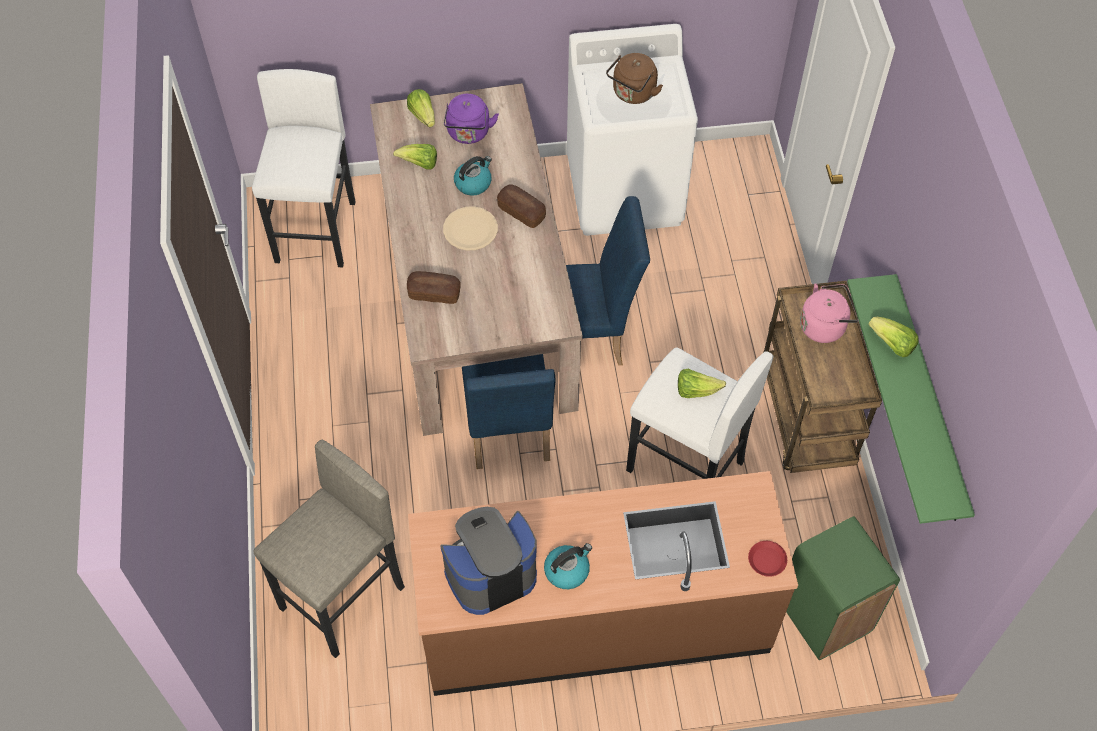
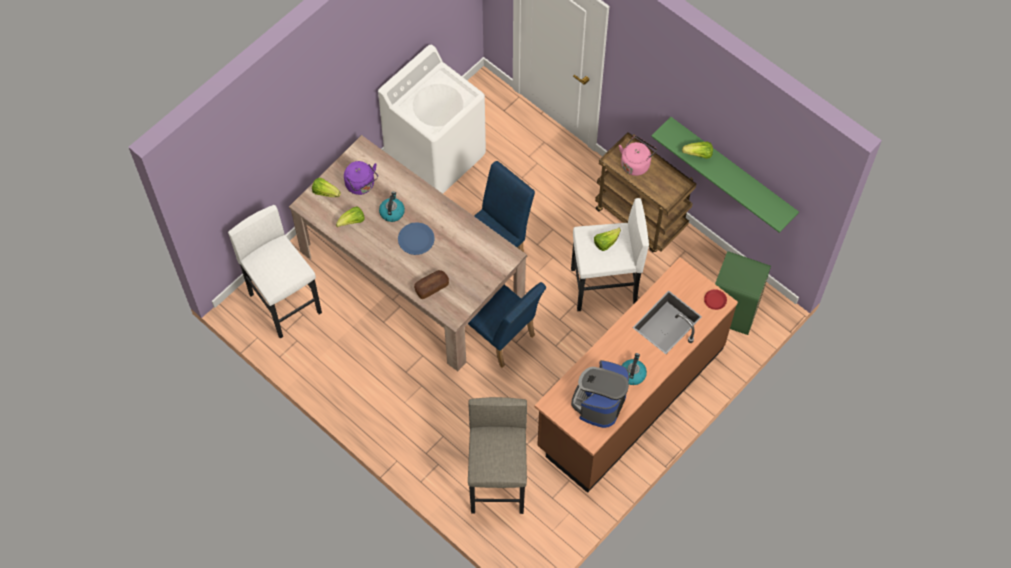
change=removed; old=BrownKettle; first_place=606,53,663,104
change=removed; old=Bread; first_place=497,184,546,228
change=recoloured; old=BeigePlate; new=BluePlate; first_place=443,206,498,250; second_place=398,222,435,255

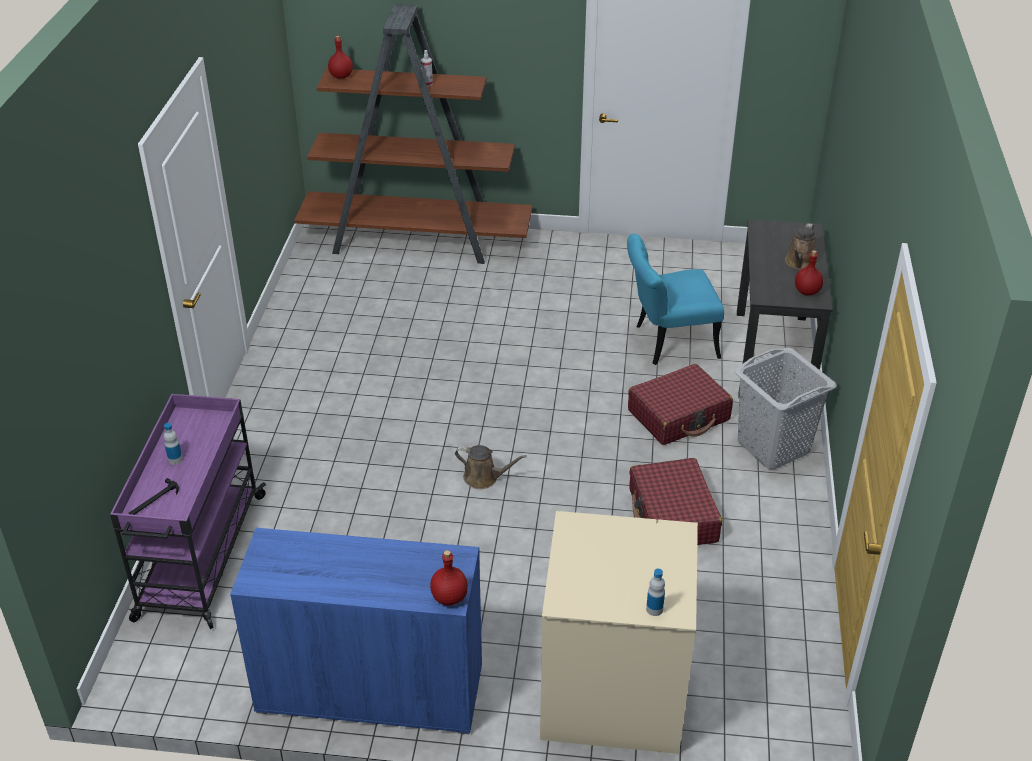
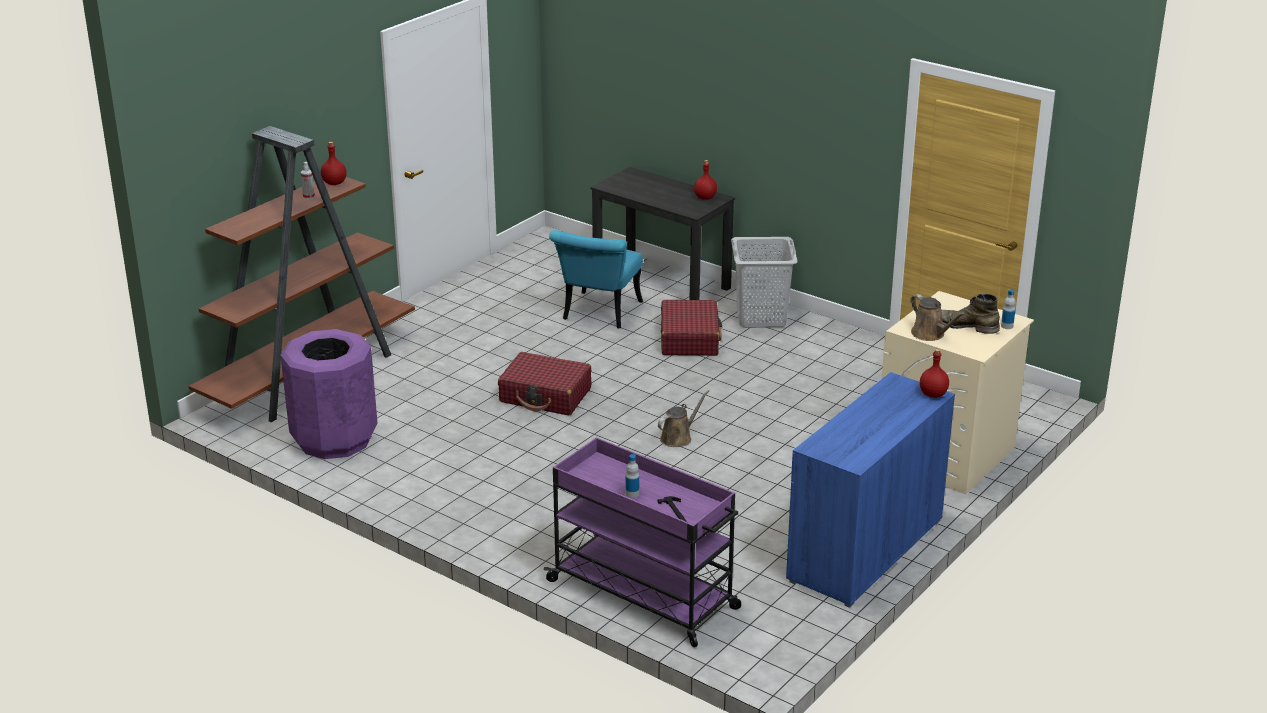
change=moved; old=RedBottle; first_place=328,36,353,79; second_place=321,142,347,185
change=moved; old=BrownWateringCan; first_place=785,223,818,270; second_place=910,294,966,341
change=moved; old=RedSuitcase; first_place=629,458,722,545; second_place=498,352,592,415
change=added; new=GreenBoot; second_place=941,294,1000,334
change=added; new=PurpleTrashCan; second_place=281,329,377,459

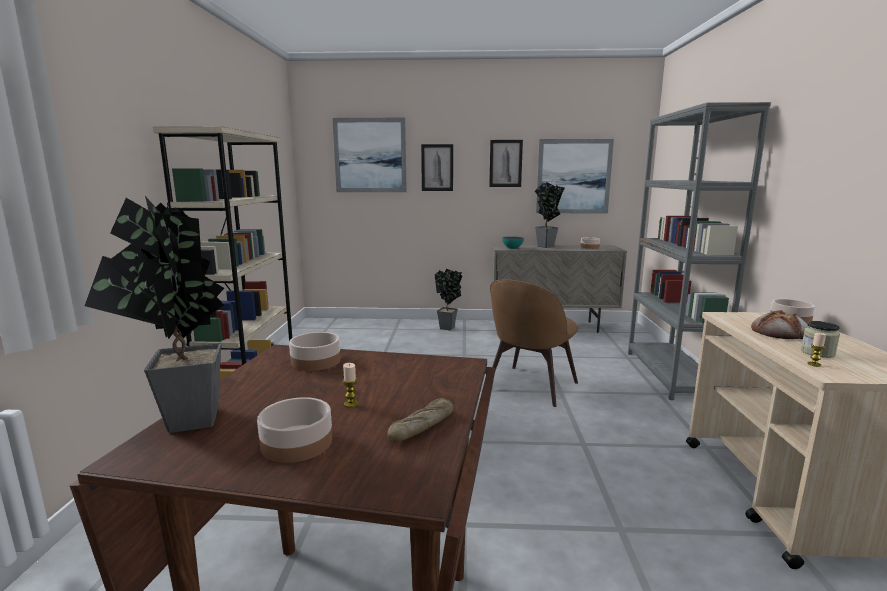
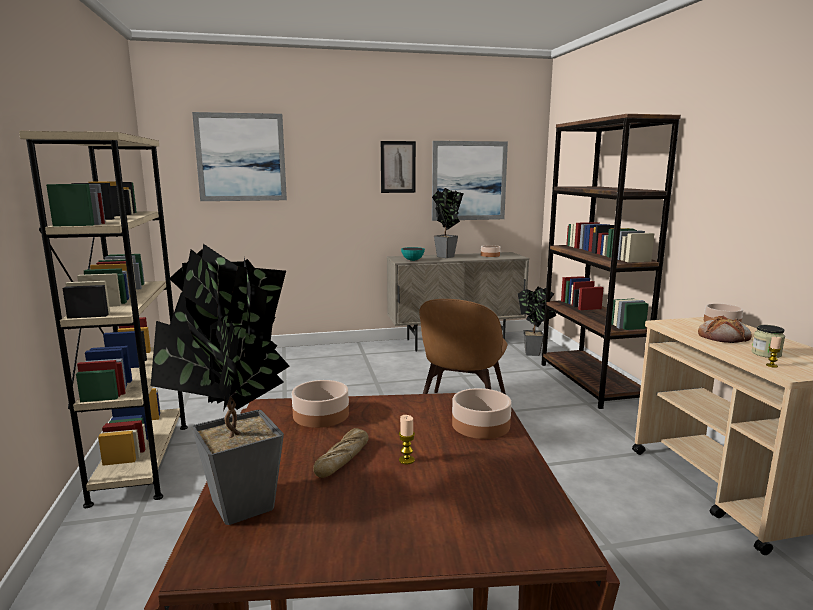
change=recoloured; old=GreyBookcase; new=BrownBookcase; first_place=628,102,771,400; second_place=541,114,681,409
change=removed; old=Picture; first_place=421,144,453,191
change=moved; old=PottedPlant; first_place=434,269,462,330; second_place=518,287,556,356
change=moved; old=Bowl; first_place=257,397,332,463; second_place=452,388,512,439
change=moved; old=Bread; first_place=387,398,454,442; second_place=313,428,369,478

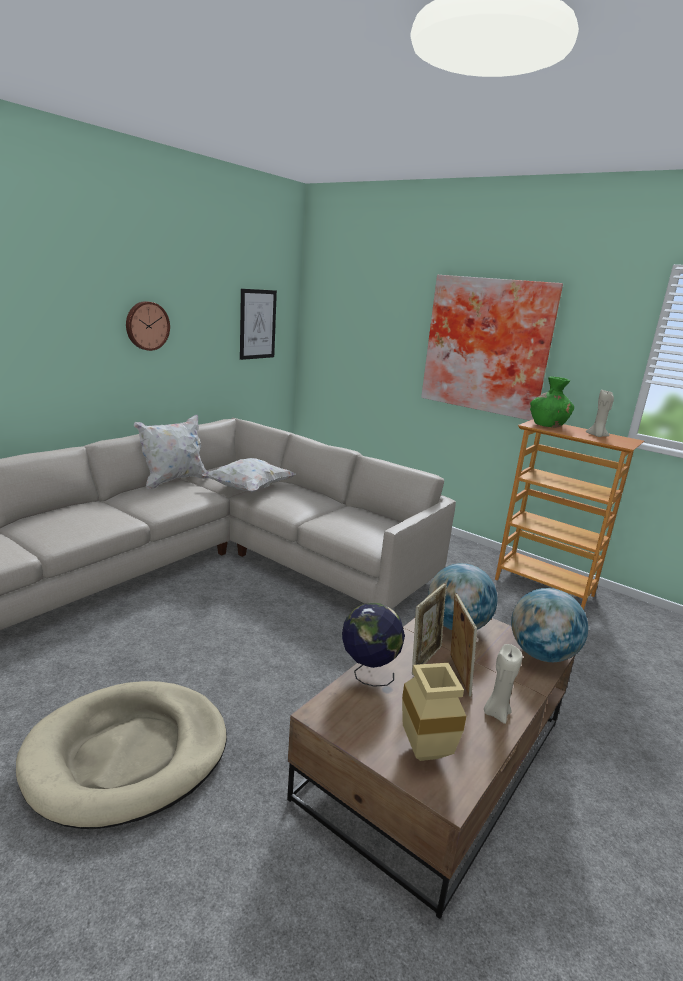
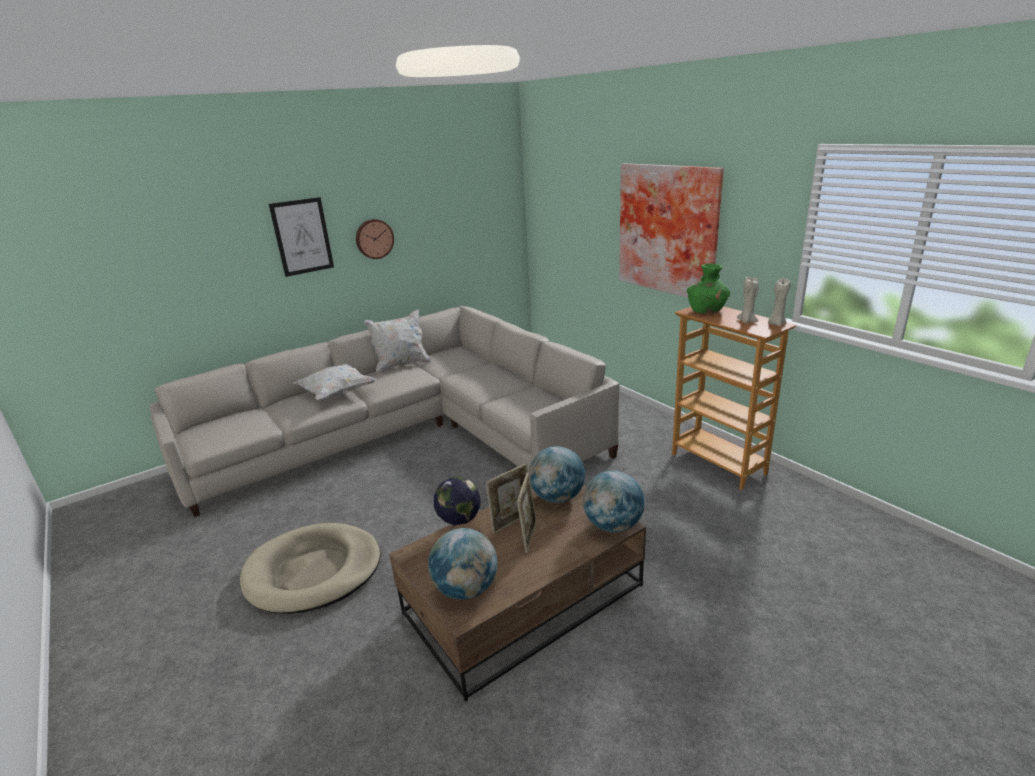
change=moved; old=Picture; first_place=240,289,277,360; second_place=269,197,334,277
change=moved; old=WhitePillow; first_place=202,458,296,492; second_place=293,364,376,400
change=moved; old=BeigeCandle; first_place=484,644,523,724; second_place=768,278,791,326
change=replaced; old=BeigeVase; new=Globe; first_place=402,663,466,761; second_place=428,528,497,600

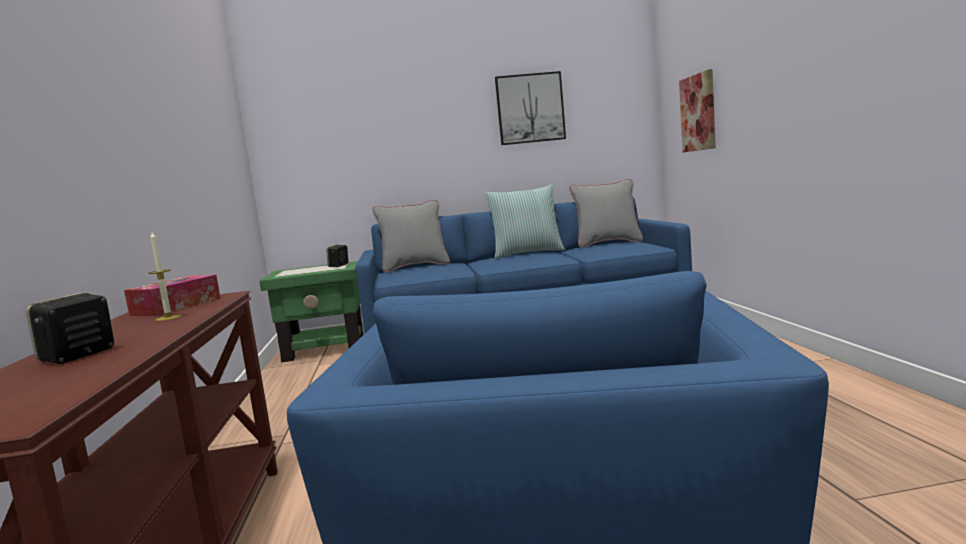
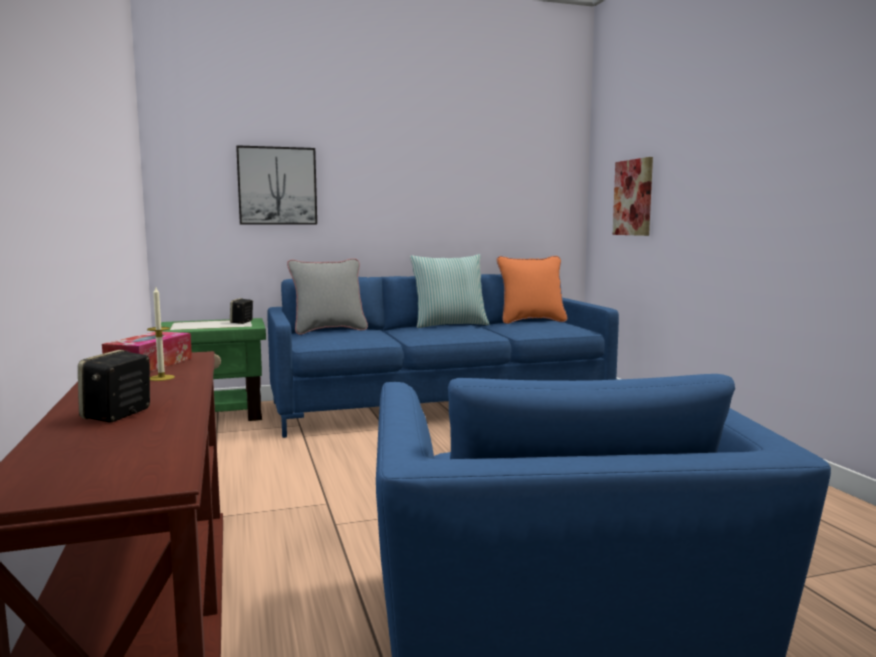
change=moved; old=Picture; first_place=495,71,566,145; second_place=236,145,317,225
change=recoloured; old=GreyPillow; new=OrangePillow; first_place=569,179,643,248; second_place=497,256,567,324

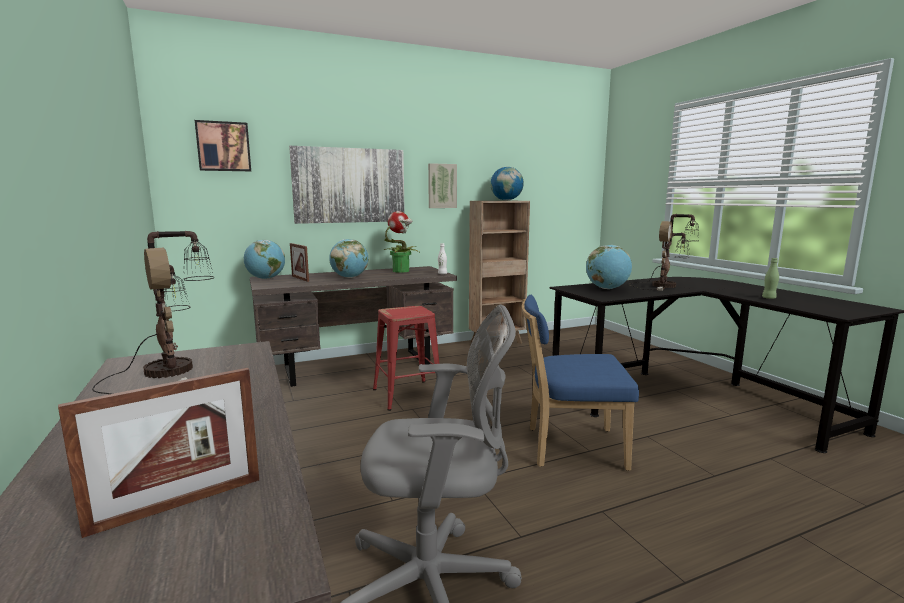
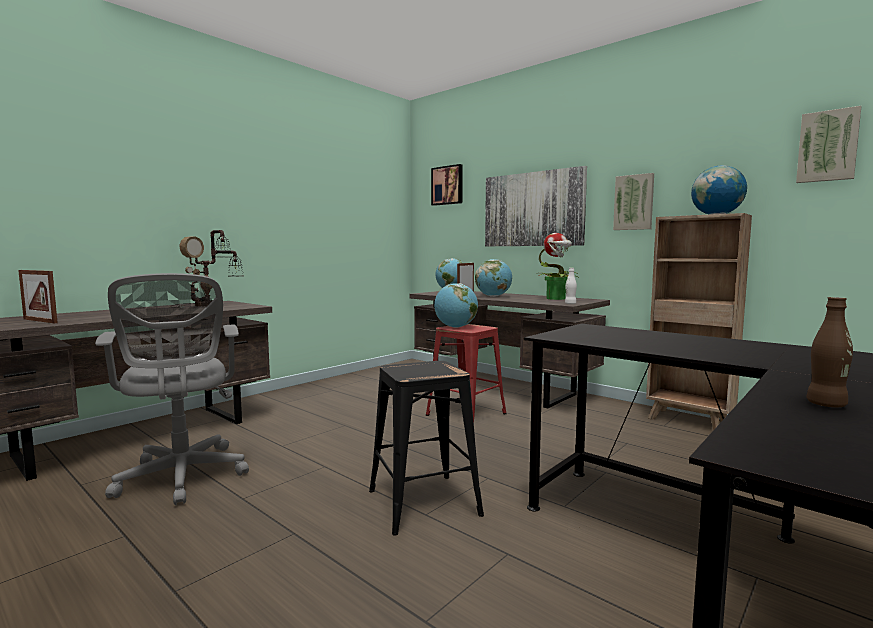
change=removed; old=TableLamp; first_place=628,214,699,291
change=moved; old=Globe; first_place=586,245,632,289; second_place=434,283,478,328
change=recoloured; old=GreenBottle; new=BrownBottle; first_place=762,258,779,299; second_place=806,297,853,407
change=replaced; old=BlueChair; new=BlackStool; first_place=522,295,639,471; second_place=369,361,484,536
change=added; new=Picture; second_place=796,106,861,183

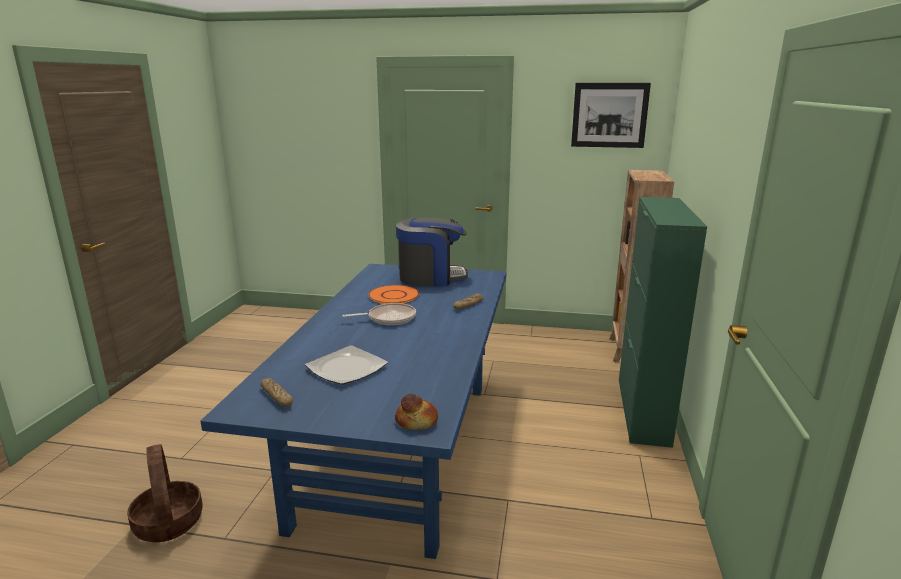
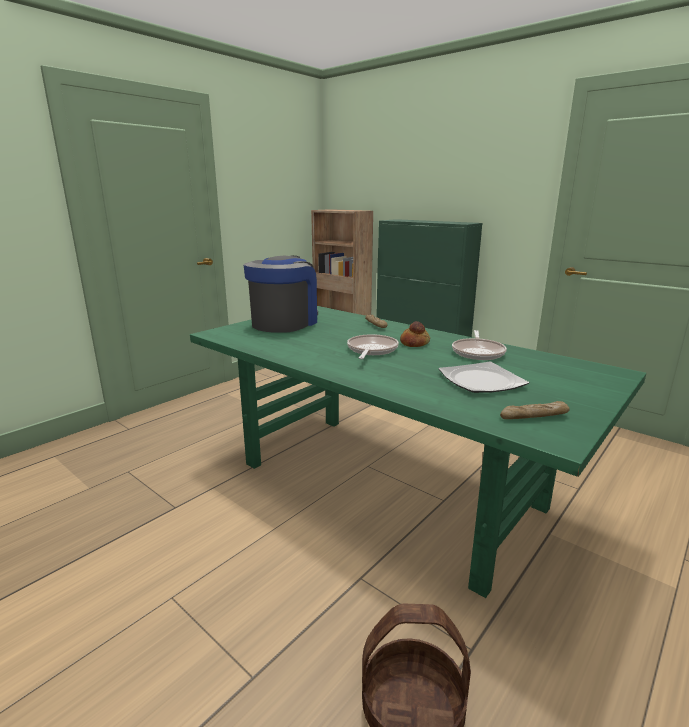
change=removed; old=Picture; first_place=571,83,651,148
change=recoloured; old=BlueDiningTable; new=GreenDiningTable; first_place=200,264,506,559; second_place=190,306,646,598
change=removed; old=OrangePlate; first_place=368,285,420,304
change=moved; old=Bread; first_place=395,394,438,430; second_place=400,321,430,347
change=added; new=FryingPan; second_place=452,330,507,360

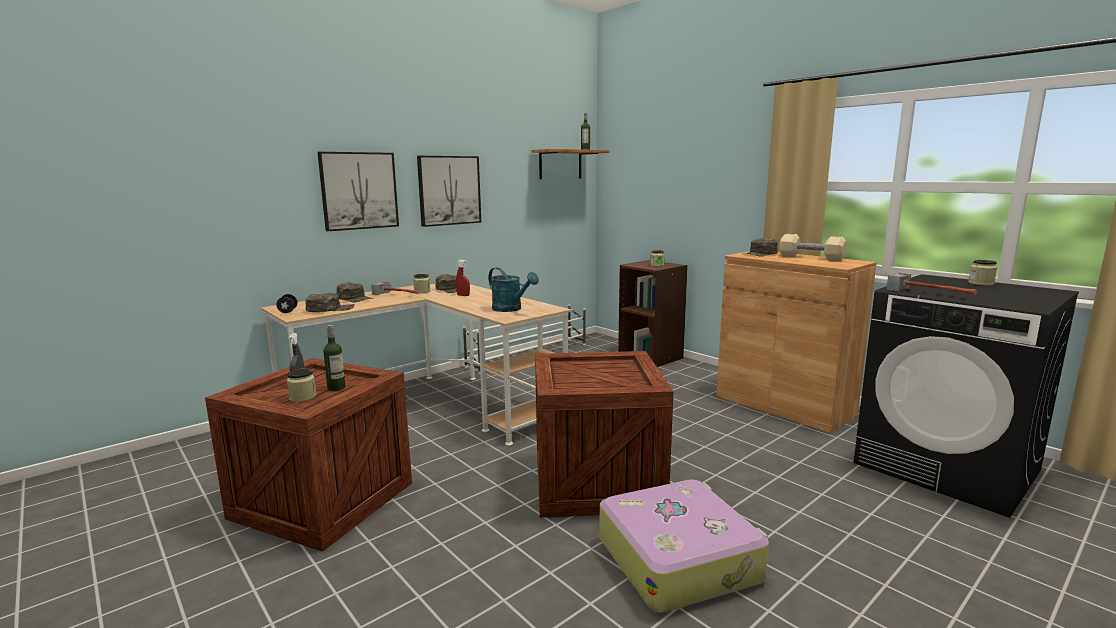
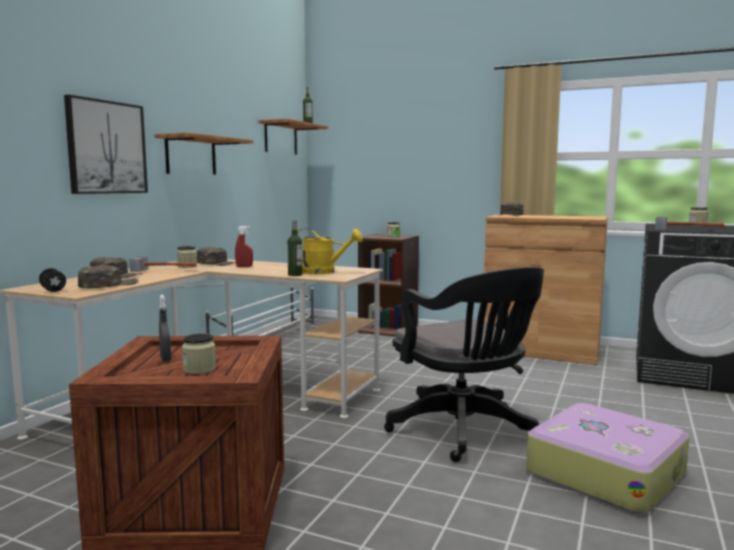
change=replaced; old=Picture; new=Shelf; first_place=417,156,481,227; second_place=154,133,254,175
change=removed; old=BeigeDumbbell; first_place=779,234,847,260
change=recoloured; old=TurquoiseWateringCan; new=YellowWateringCan; first_place=489,267,539,312; second_place=297,228,363,274
change=moved; old=Bottle; first_place=323,325,345,391; second_place=287,220,303,276
change=replaced; old=Crate; new=BlackOfficeChair; first_place=535,351,673,518; second_place=384,267,544,462

